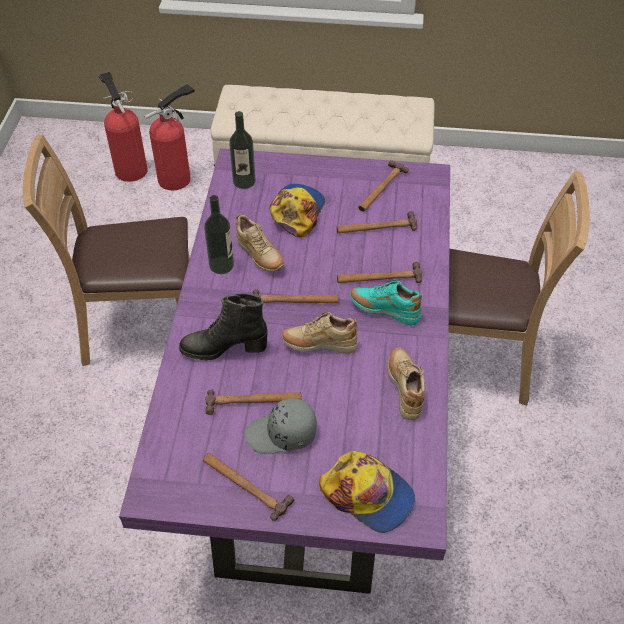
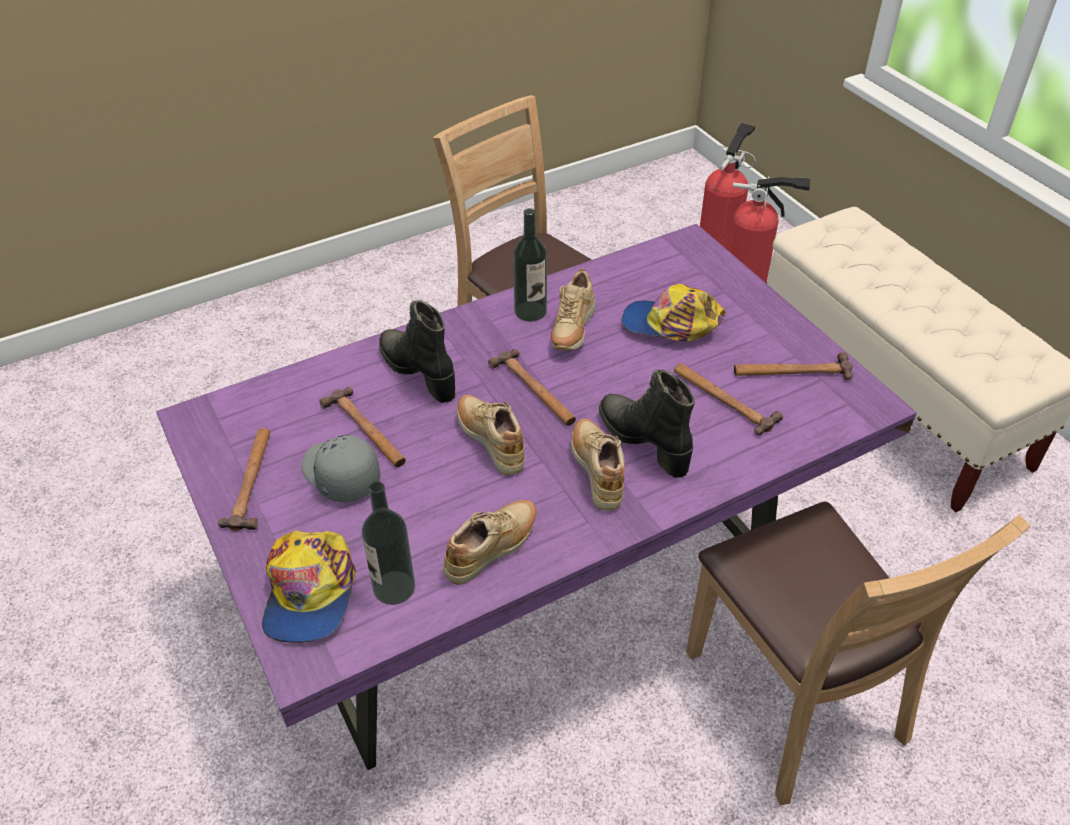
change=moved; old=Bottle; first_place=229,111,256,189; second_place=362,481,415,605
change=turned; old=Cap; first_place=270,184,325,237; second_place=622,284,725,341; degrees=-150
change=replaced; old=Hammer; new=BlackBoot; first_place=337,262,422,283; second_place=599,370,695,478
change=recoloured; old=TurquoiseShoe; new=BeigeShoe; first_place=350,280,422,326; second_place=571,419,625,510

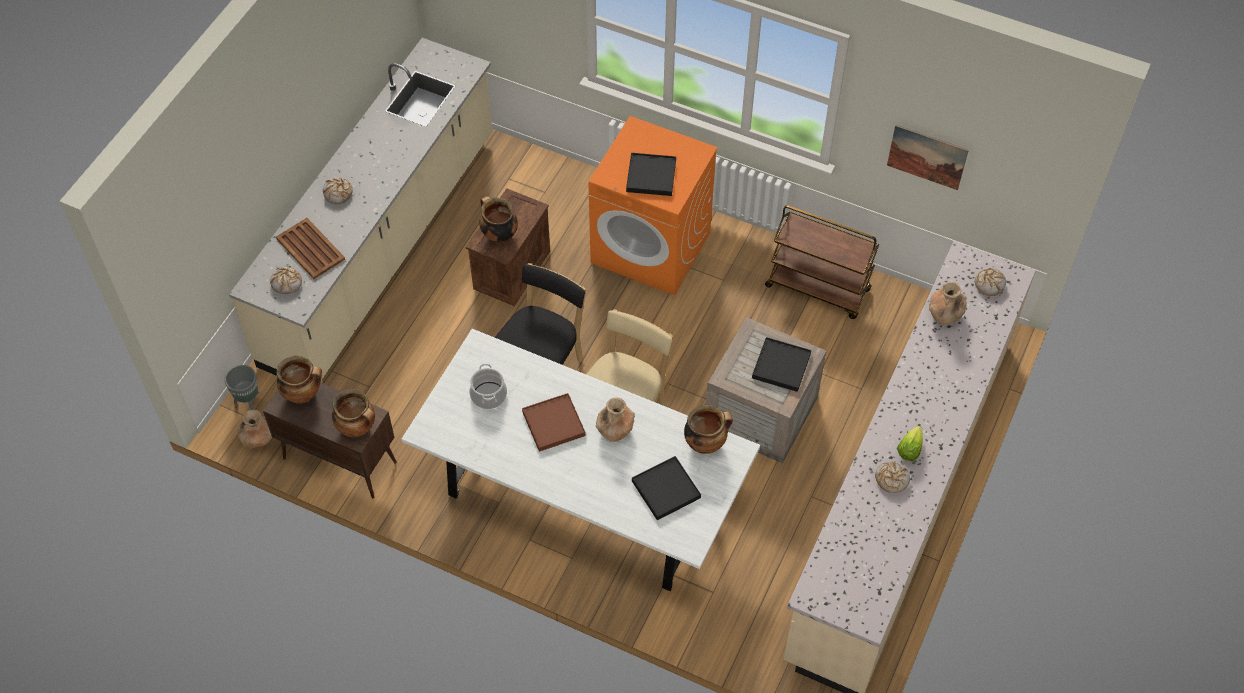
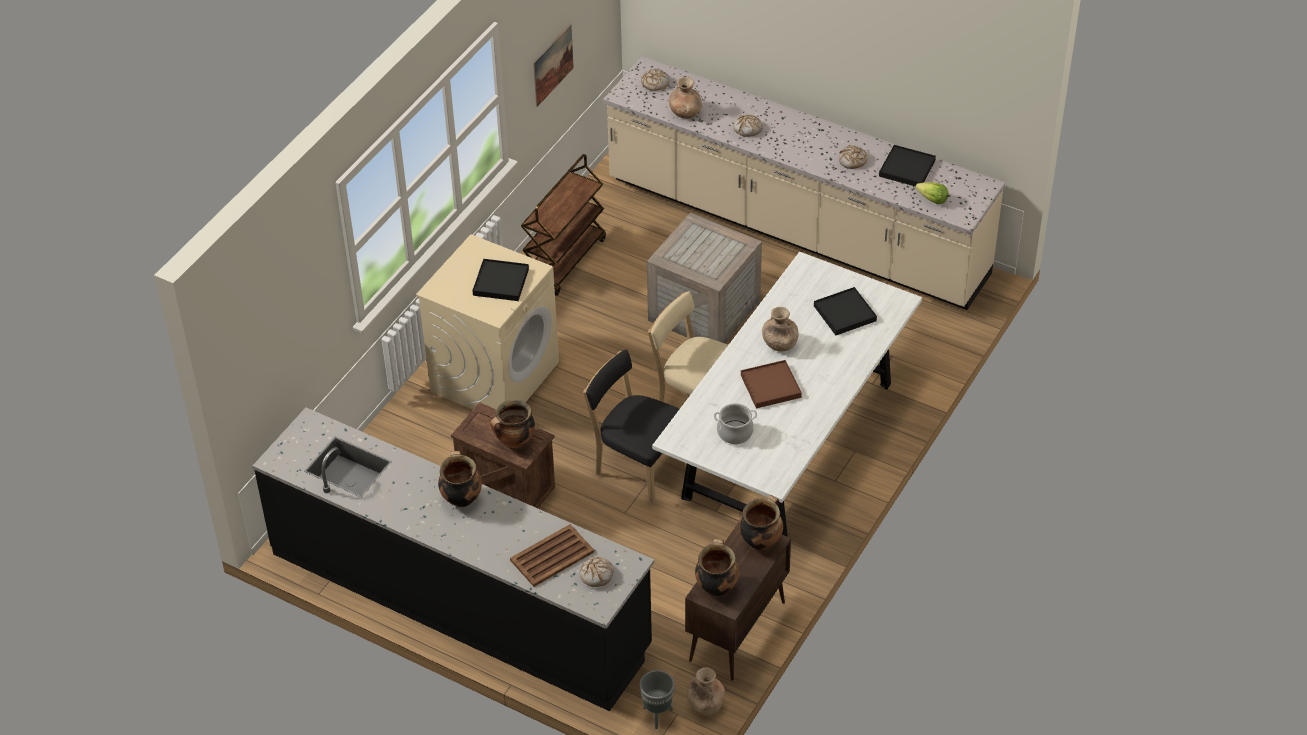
change=recoloured; old=BeigeCounter; new=BlackCounter; first_place=229,38,492,380; second_place=253,407,654,711
change=recoloured; old=OrangeWashingMachine; new=BeigeWashingMachine; first_place=588,116,718,295; second_place=416,234,559,409
change=moved; old=Bread; first_place=323,177,353,204; second_place=733,115,763,137
change=moved; old=BlackTray; first_place=752,337,811,392; second_place=879,145,936,186
change=moved; old=CookingPot; first_place=684,405,733,454; second_place=438,451,482,507
change=moved; old=Lettuce; first_place=897,426,923,461; second_place=915,182,948,204

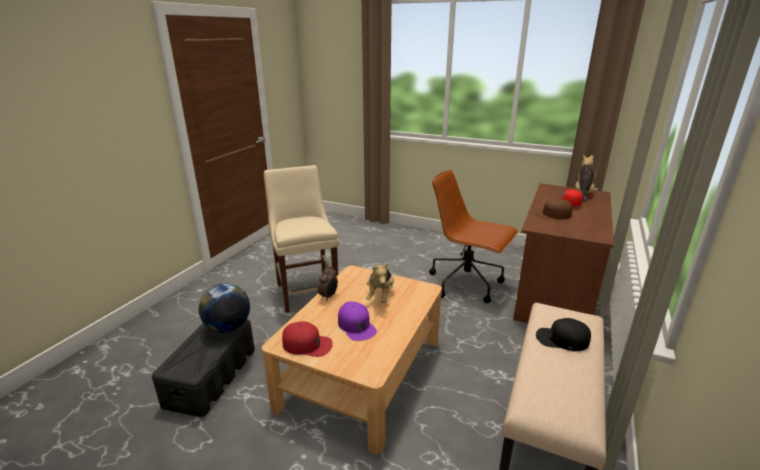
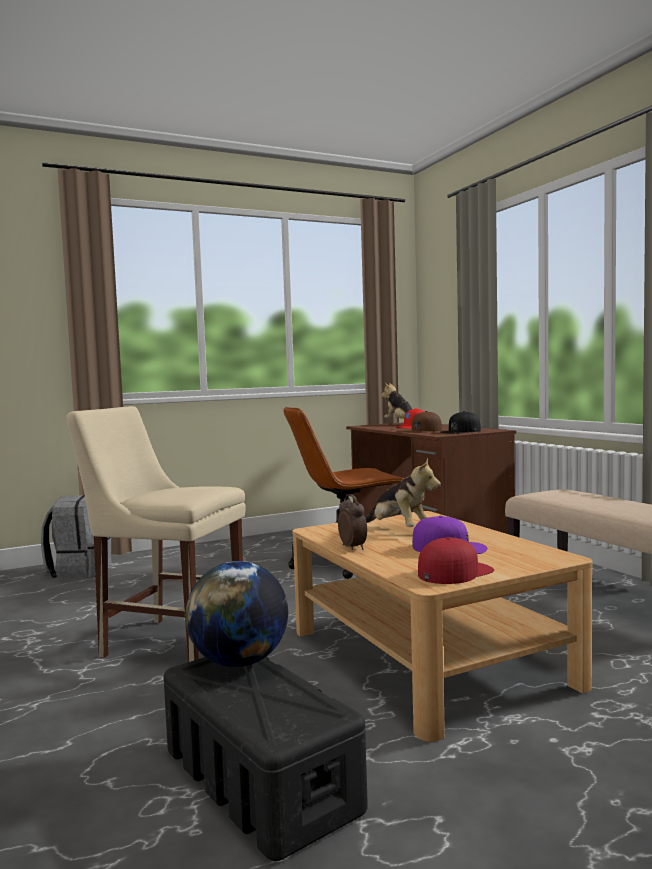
change=moved; old=BlackCap; first_place=536,318,591,351; second_place=440,411,481,434
change=added; new=GreyBackpack; second_place=41,495,111,579

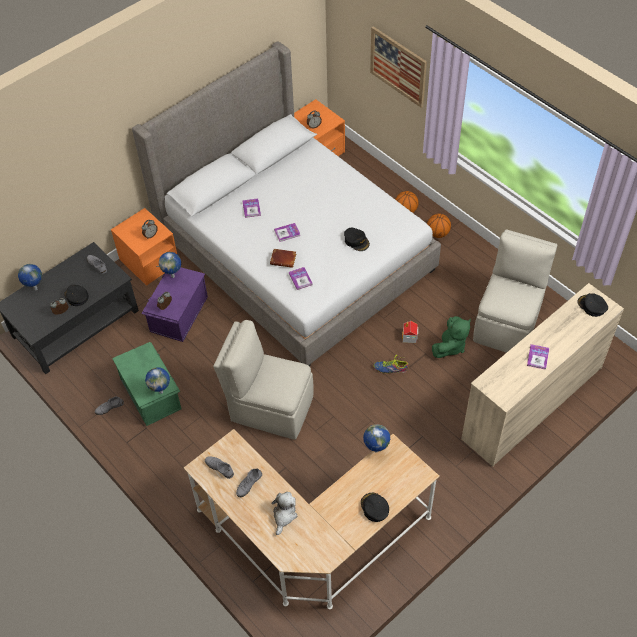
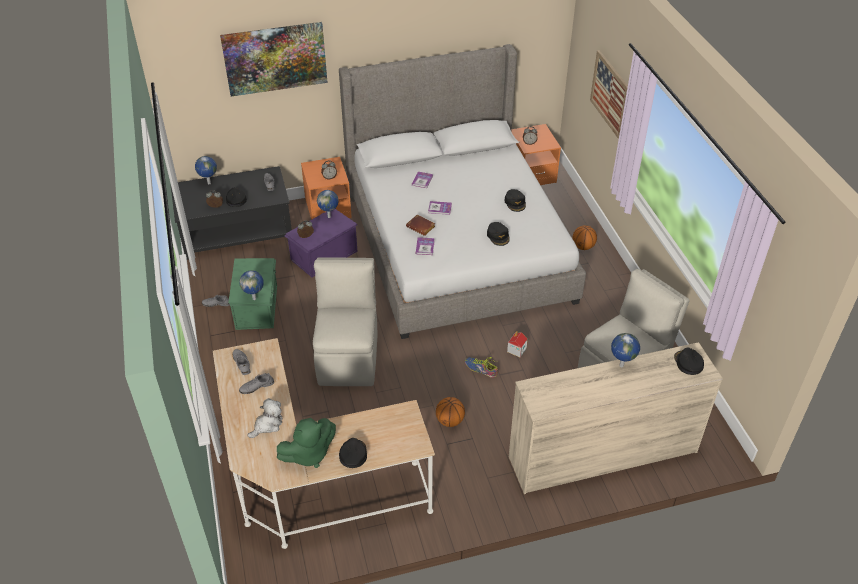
change=moved; old=Basketball; first_place=427,214,451,238; second_place=436,397,465,427
change=moved; old=GreenPlushToy; first_place=432,316,471,358; second_place=277,418,336,468
change=turned; old=BeigeChair; first_place=213,320,314,440; second_place=313,258,377,386; degrees=45
change=removed; old=Book; first_place=527,344,549,370
change=moved; old=Globe; first_place=363,424,390,453; second_place=611,333,640,367
change=added; new=Picture; second_place=220,22,328,96
change=added; new=BlackCap; second_place=505,189,526,212

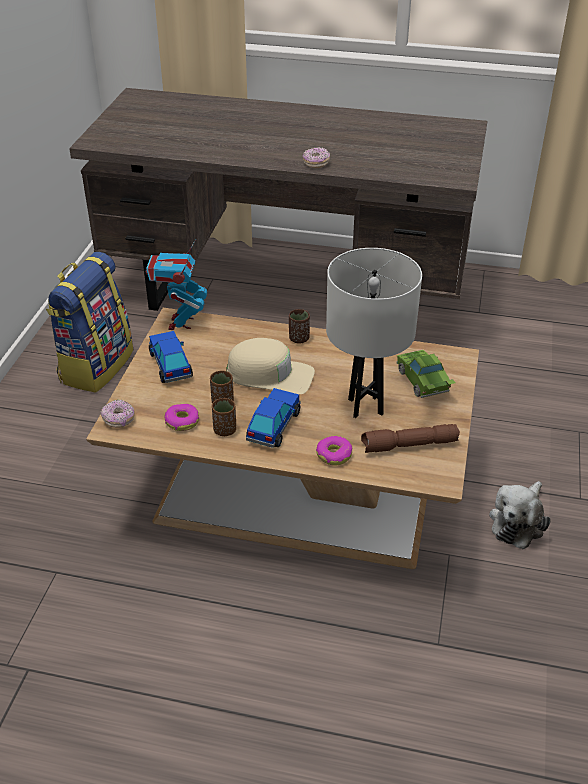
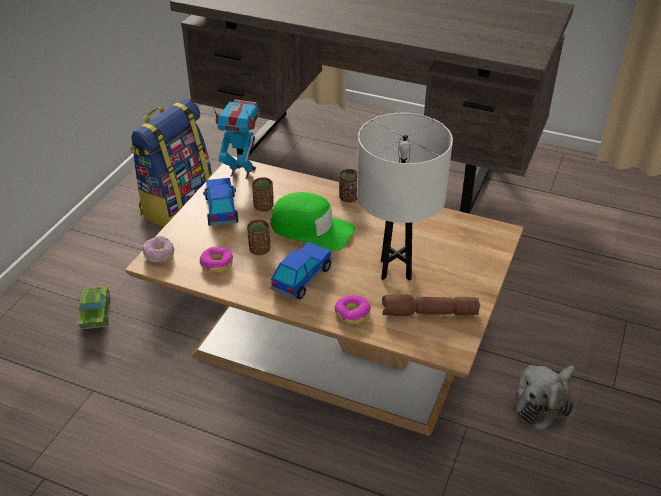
change=removed; old=Donut; first_place=303,147,330,168
change=turned; old=ToyRobot; first_place=146,239,208,330; second_place=212,100,260,179; degrees=90
change=recoloured; old=BeigeCap; new=GreenCap; first_place=226,338,315,394; second_place=270,192,356,251
change=moved; old=GreenToyCar; first_place=396,350,455,398; second_place=77,286,110,330
change=moved; old=BrownCup; first_place=212,398,236,436; second_place=252,177,274,211

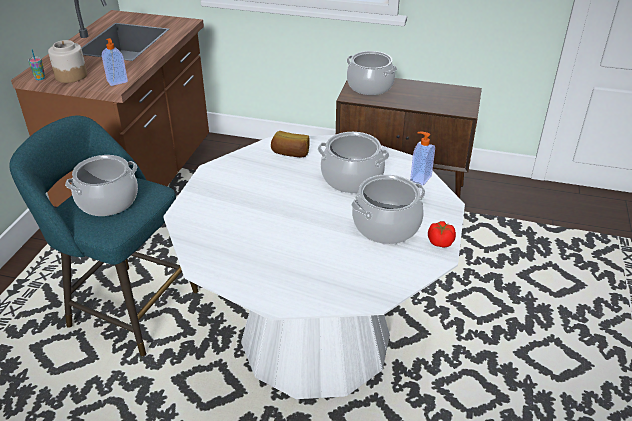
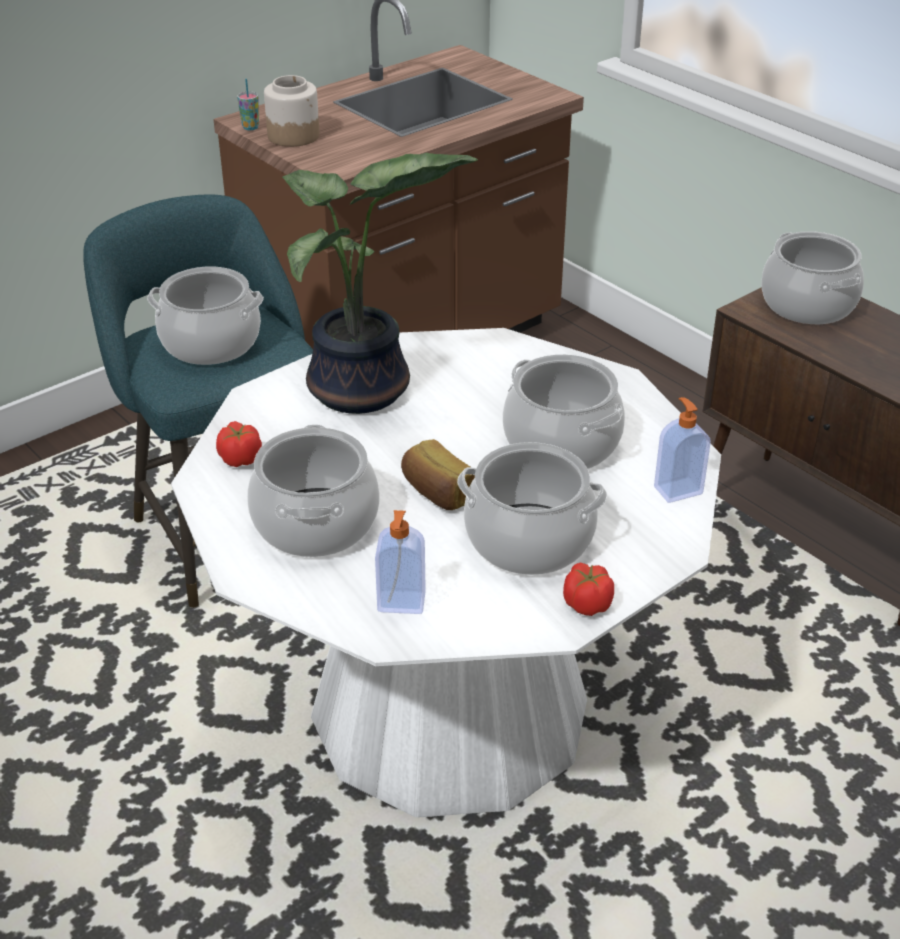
change=moved; old=SoapDispenser; first_place=102,38,128,86; second_place=375,510,426,614
change=moved; old=Bread; first_place=271,131,309,157; second_place=401,439,475,510
change=added; new=PottedPlant; second_place=282,153,478,414
change=added; new=Tomato; second_place=216,421,262,467
change=added; new=CookingPot; second_place=247,424,380,557

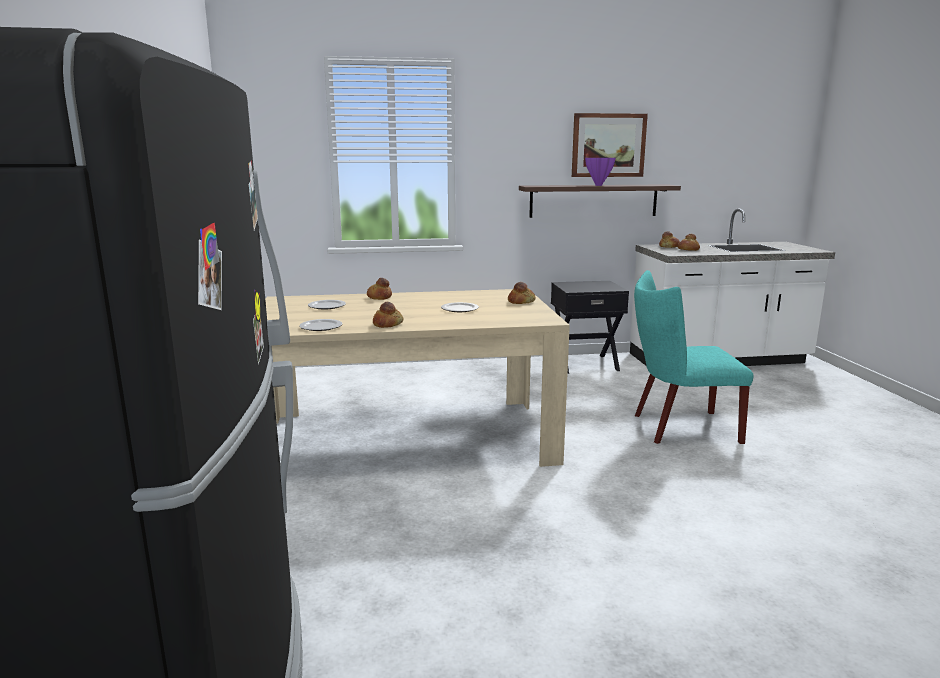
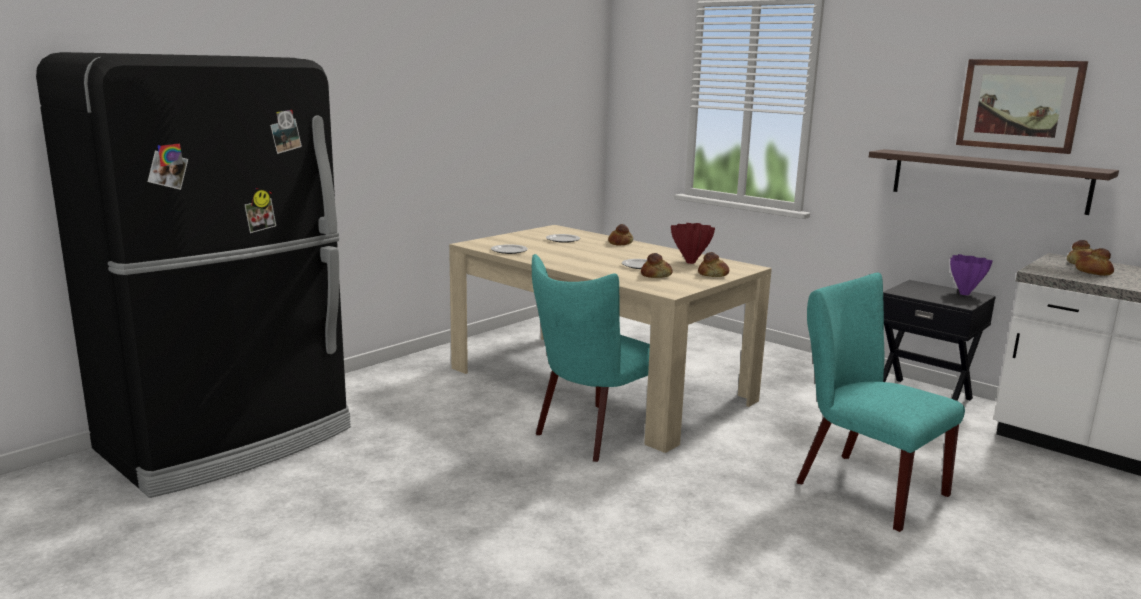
change=moved; old=PurpleVase; first_place=585,158,616,186; second_place=950,254,993,295
change=moved; old=Bread; first_place=373,302,404,328; second_place=641,253,672,278
change=added; new=RedVase; second_place=671,223,715,264
change=added; new=TurquoiseChair; second_place=532,254,650,462

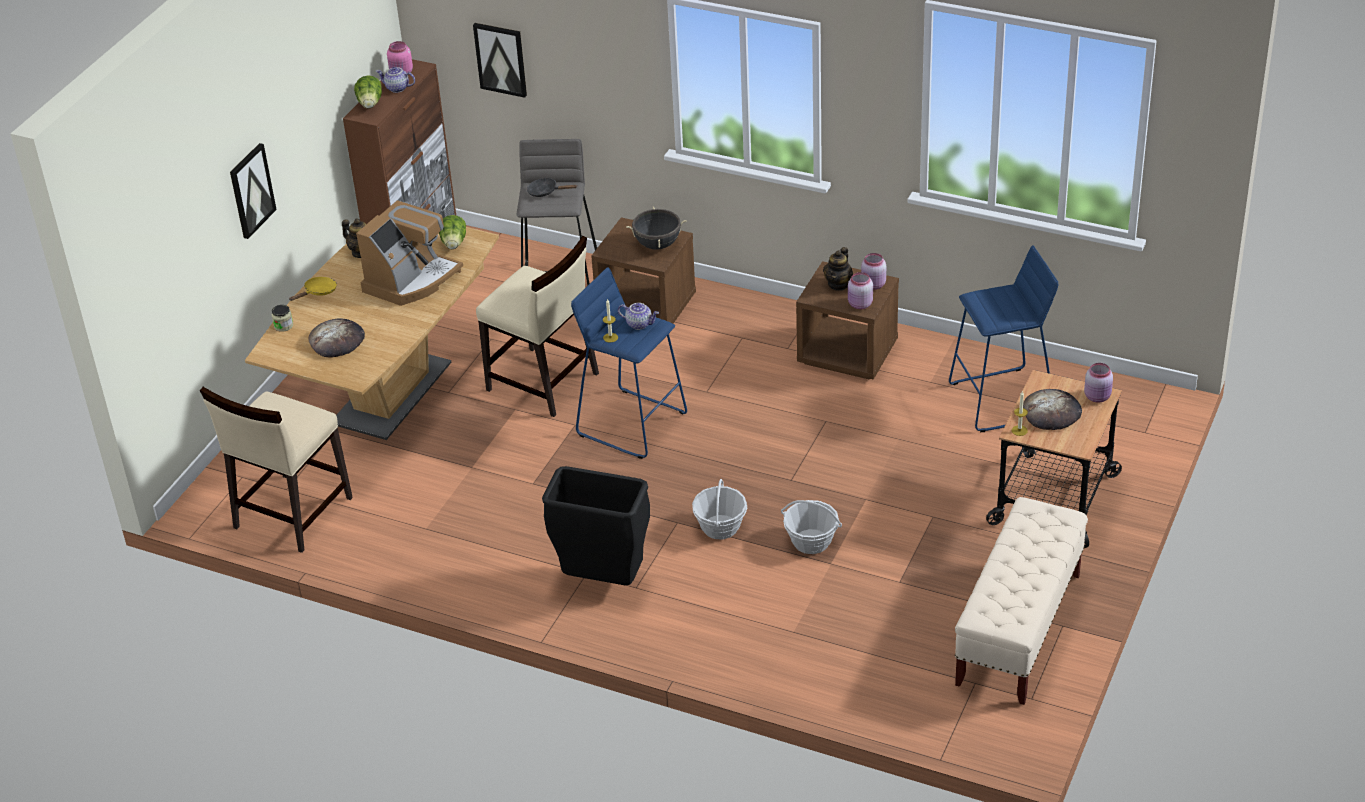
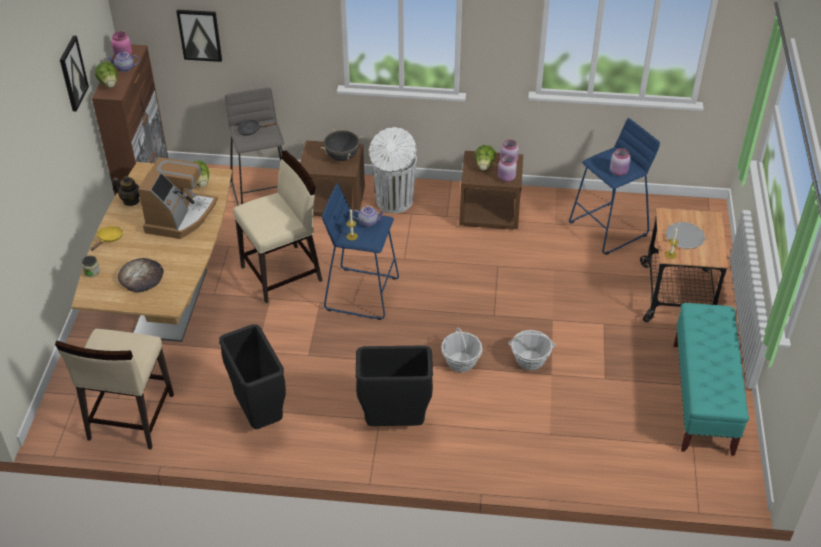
change=moved; old=Picture; first_place=230,143,277,239; second_place=60,36,89,111
change=turned; old=BeigeChair; first_place=476,236,599,417; second_place=233,150,323,303; degrees=-45
change=replaced; old=Teapot; new=Lettuce; first_place=823,247,853,291; second_place=475,145,495,171
change=moved; old=PinkJar; first_place=1084,363,1113,403; second_place=610,148,631,176
change=replaced; old=Bread; new=Plate; first_place=1023,389,1082,430; second_place=665,222,706,249
change=recoloured; old=BeigeBench; new=TurquoiseBench; first_place=955,497,1088,705; second_place=673,303,749,456
change=added; new=WhiteTrashCan; second_place=369,127,417,213
change=added; new=BlackTrashCan; second_place=219,324,286,429

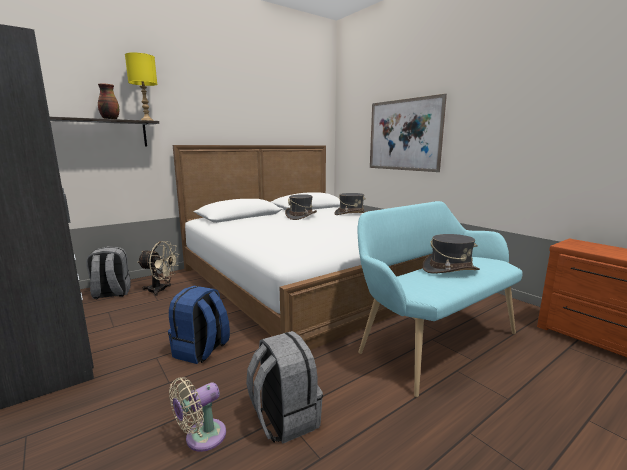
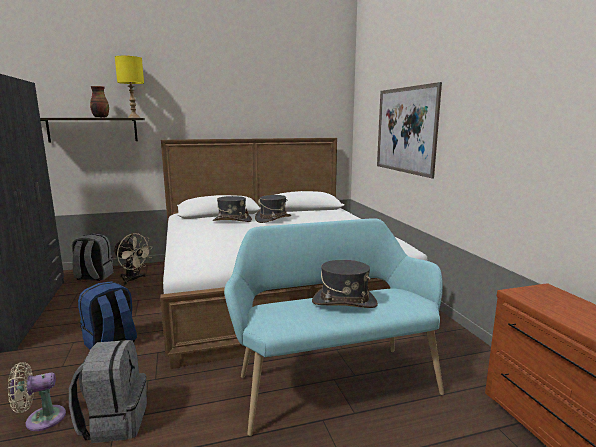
change=moved; old=GreyHat; first_place=334,193,366,215; second_place=213,196,252,222

